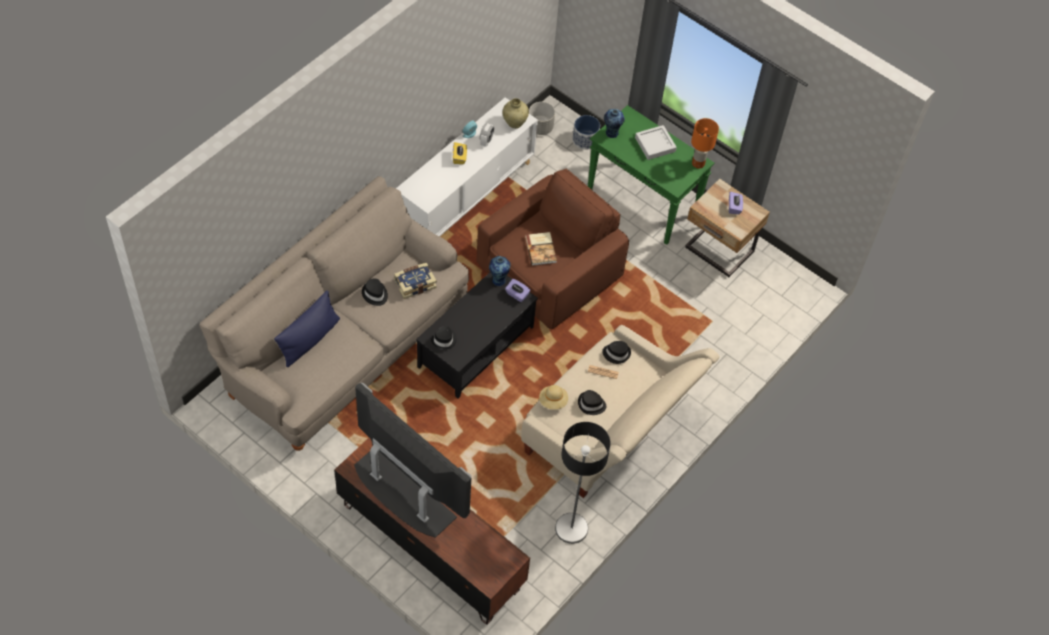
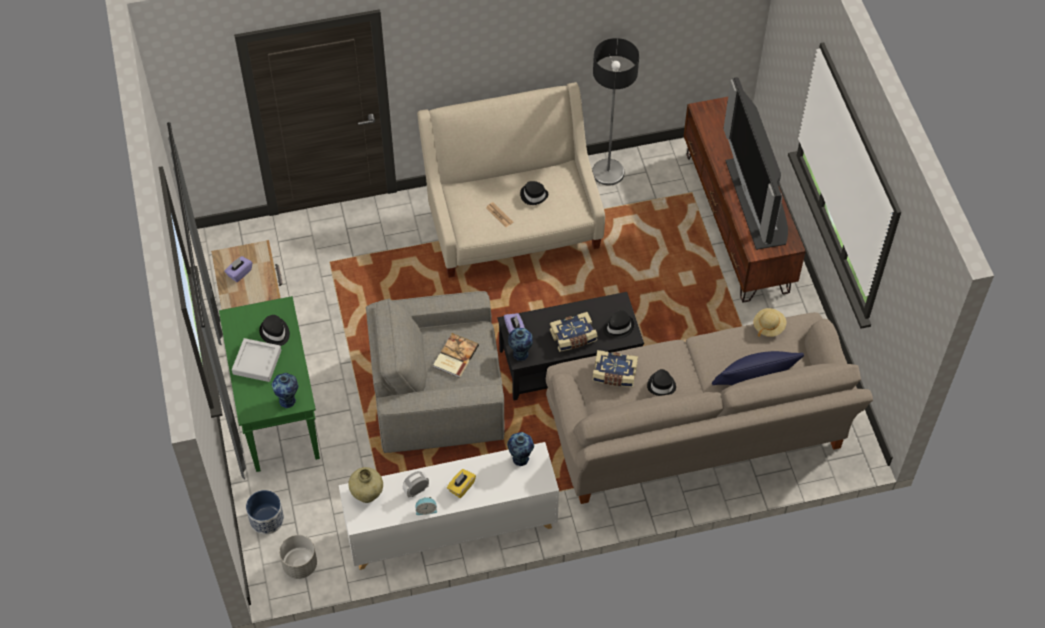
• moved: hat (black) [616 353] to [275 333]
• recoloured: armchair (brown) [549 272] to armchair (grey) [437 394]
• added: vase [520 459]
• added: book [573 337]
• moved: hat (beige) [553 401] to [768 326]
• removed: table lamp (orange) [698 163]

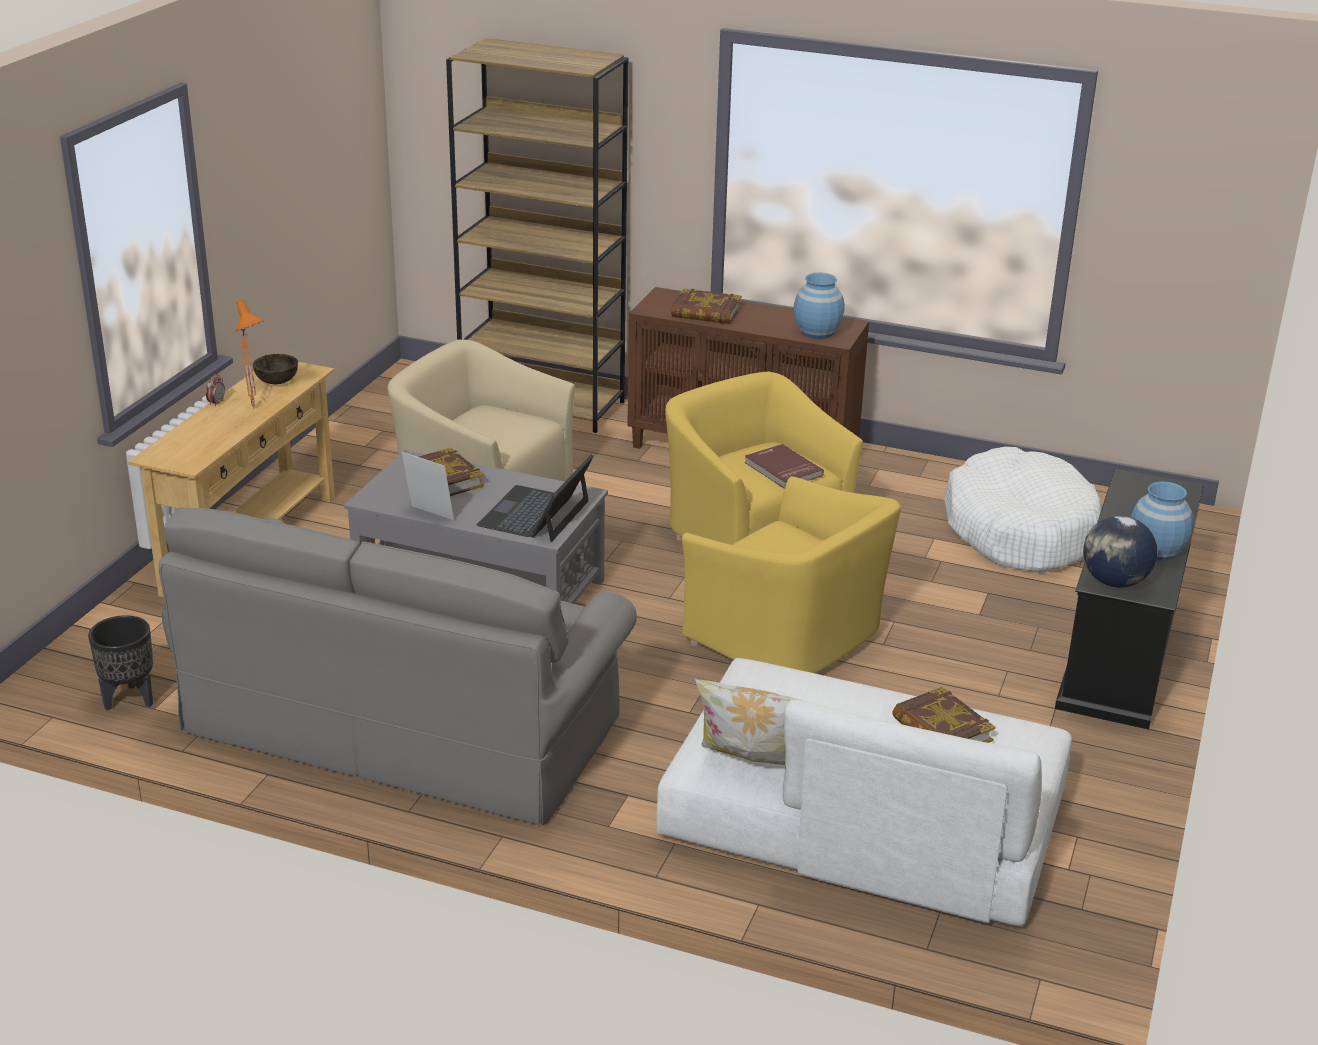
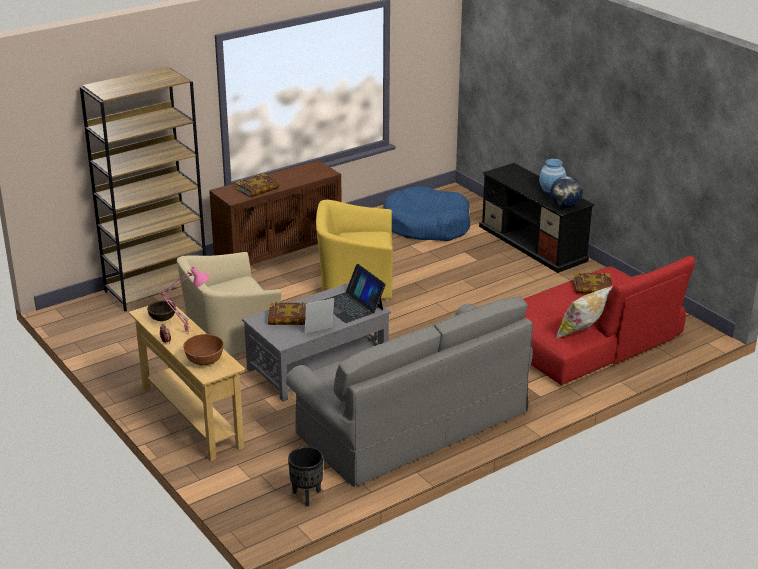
• recoloured: table lamp (orange) [256 408] to table lamp (pink) [188 332]
• added: bowl (brown) [204 360]
• recoloured: dog bed (white) [1019 531] to dog bed (blue) [426 225]
• recoloured: sofa (white) [863 817] to sofa (red) [587 338]
• removed: armchair (yellow) [788 638]
• removed: book (red) [782 469]
• removed: vase (blue) [817 332]

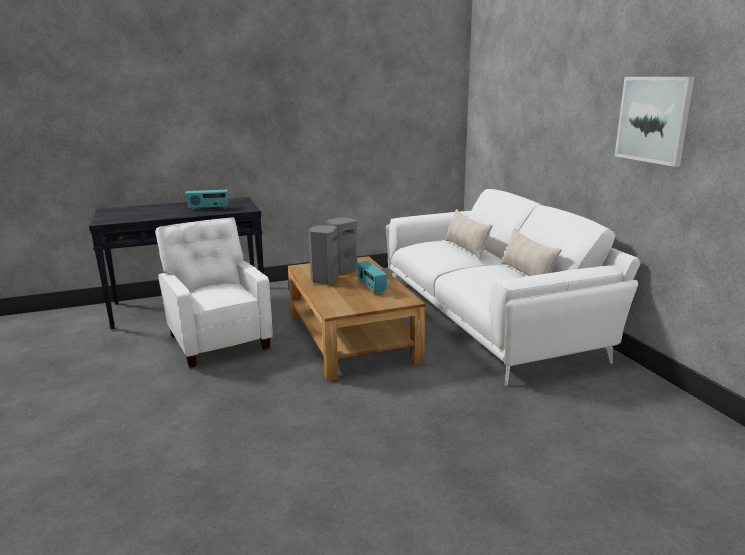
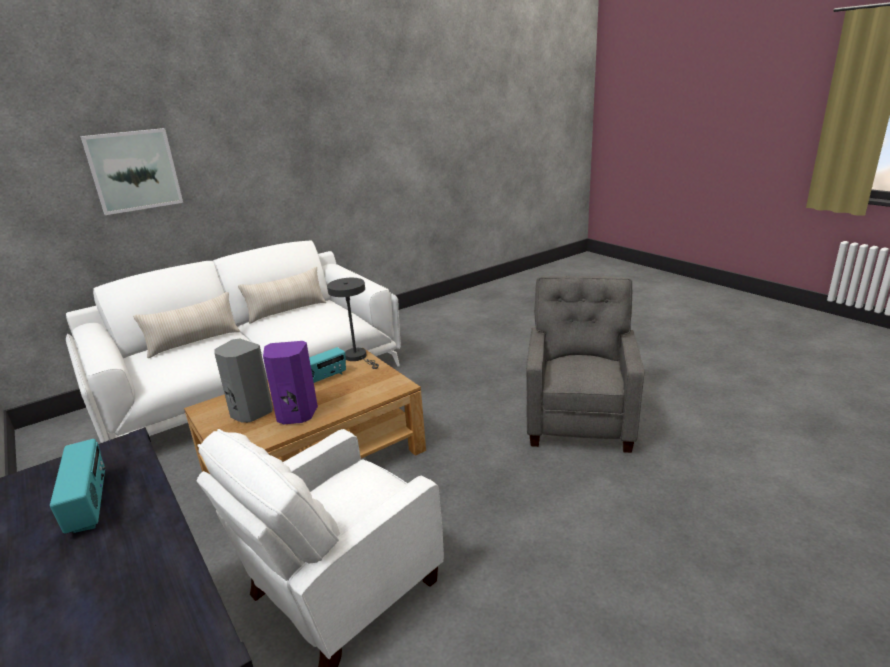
• moved: picture [653 119] to [134 171]
• recoloured: speaker (grey) [324 280] to speaker (purple) [296 415]
• added: table lamp (grey) [358 357]
• added: armchair (grey) [579 419]

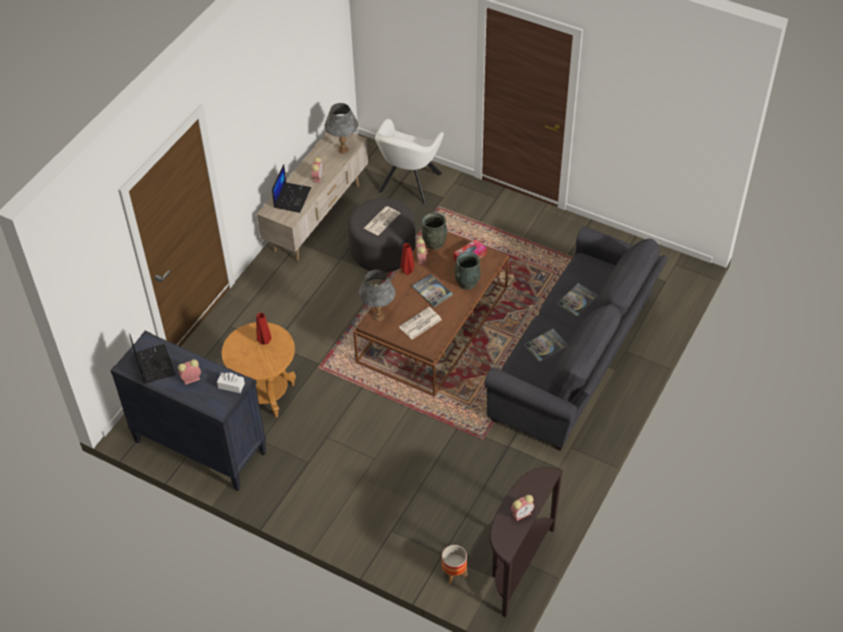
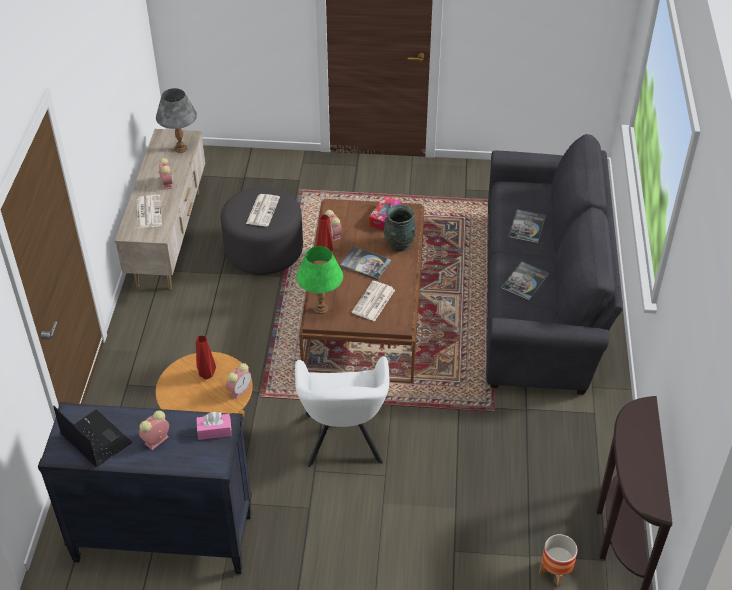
• replaced: laptop [292 197] to newspaper [148 212]
• recoloured: tissue box (white) [231 386] to tissue box (pink) [214 431]
• moved: alarm clock [522 513] to [240 390]
• moved: armchair (white) [408 185] to [343 442]
• recoloured: table lamp (grey) [378 317] to table lamp (green) [321 309]
• removed: vase (grey) [434 243]

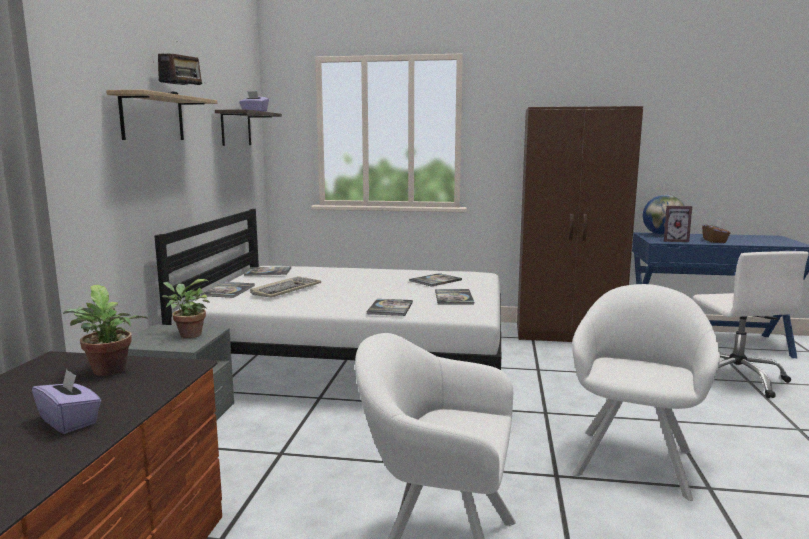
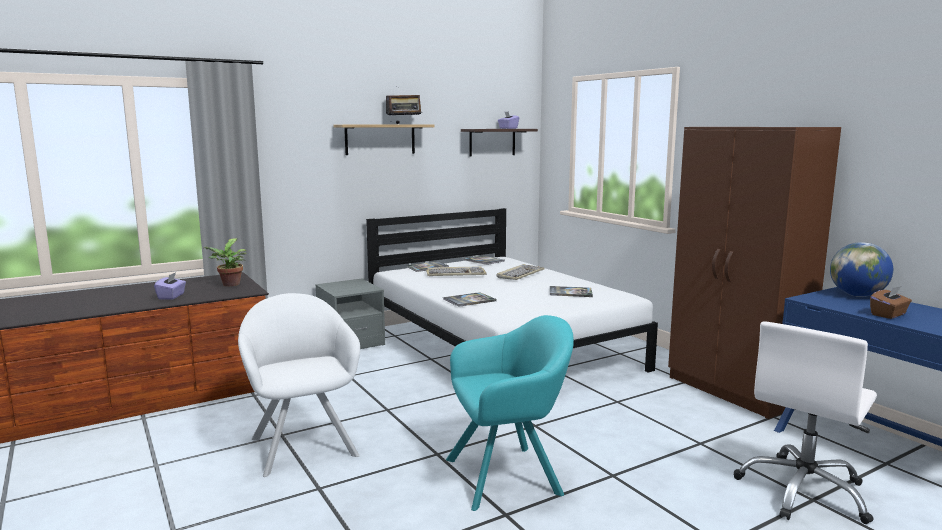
• recoloured: armchair (white) [634 458] to armchair (turquoise) [510 475]
• added: keyboard [520 274]
• removed: potted plant [188 335]
• removed: book [454 298]
• removed: picture frame [674 240]

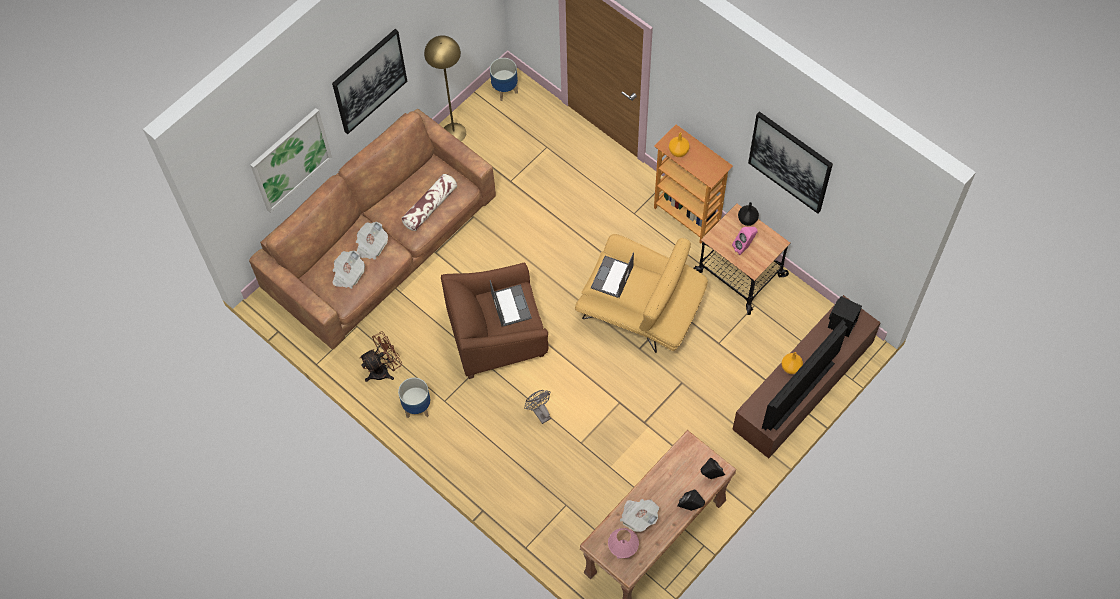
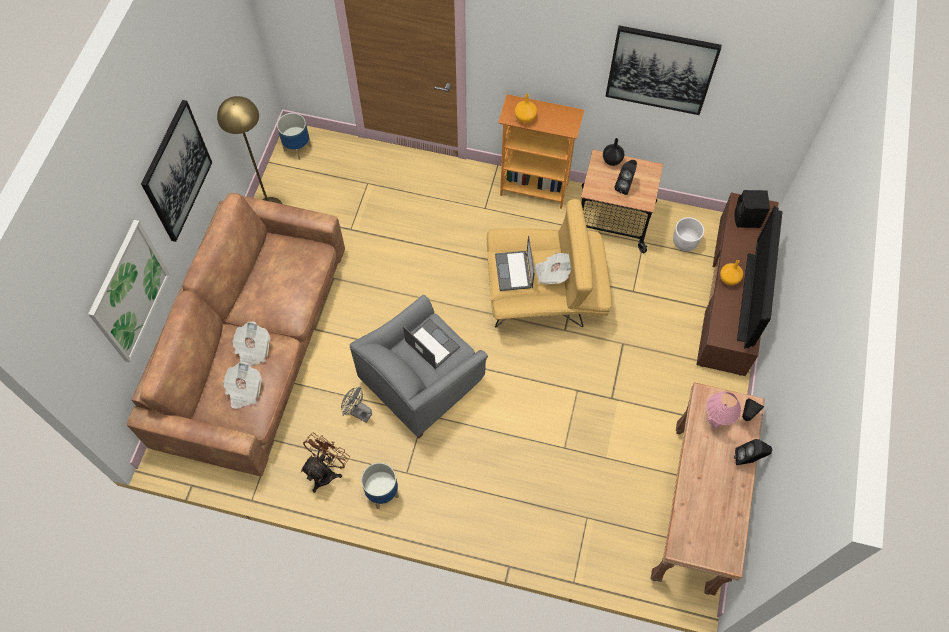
• moved: fan (grey) [539 412] to [358 412]
• recoloured: armchair (brown) [497 335] to armchair (grey) [422 381]
• moved: newspaper [638 517] to [552 273]
• recoloured: speaker (pink) [744 247] to speaker (black) [625 186]
• added: planter (white) [684 242]
• moved: table lamp (pink) [623 552] to [716 420]
• removed: pillow [430 206]

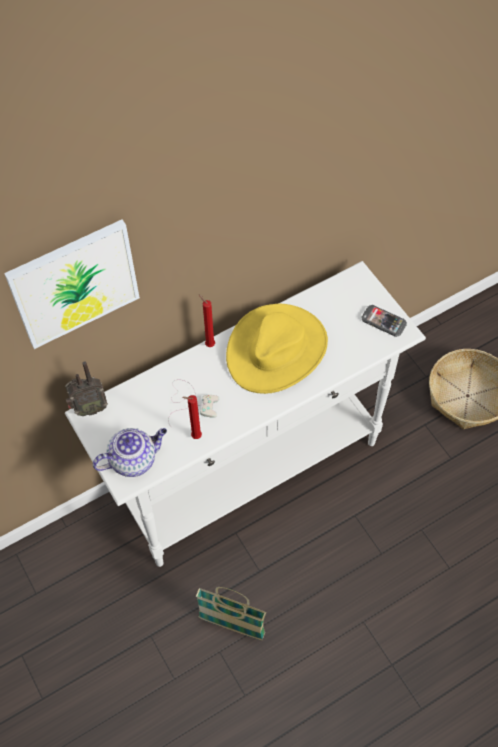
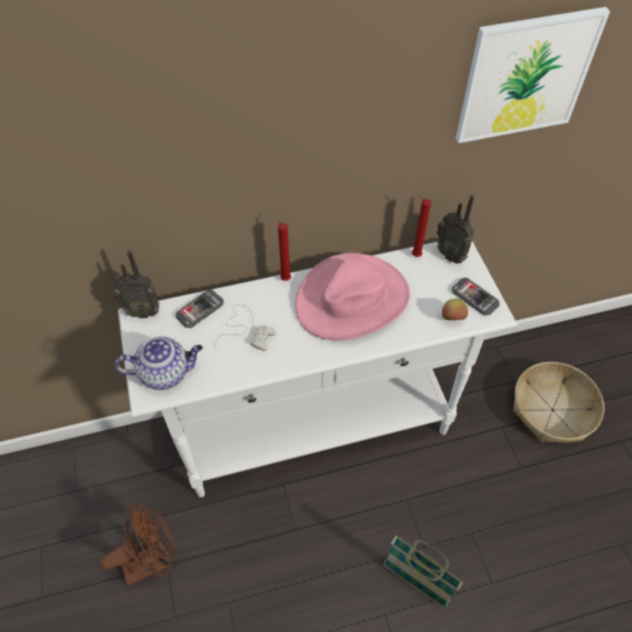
• added: fan (brown) [153 560]
• added: phone [200 309]
• recoloured: hat (yellow) [276 349] to hat (pink) [352 299]
• moved: basket [232 626] to [415 583]
• moved: candle (red) [194 436] to [414 255]
• added: radio [451 254]
• added: apple [452 318]
• moved: picture [74 283] to [525 76]

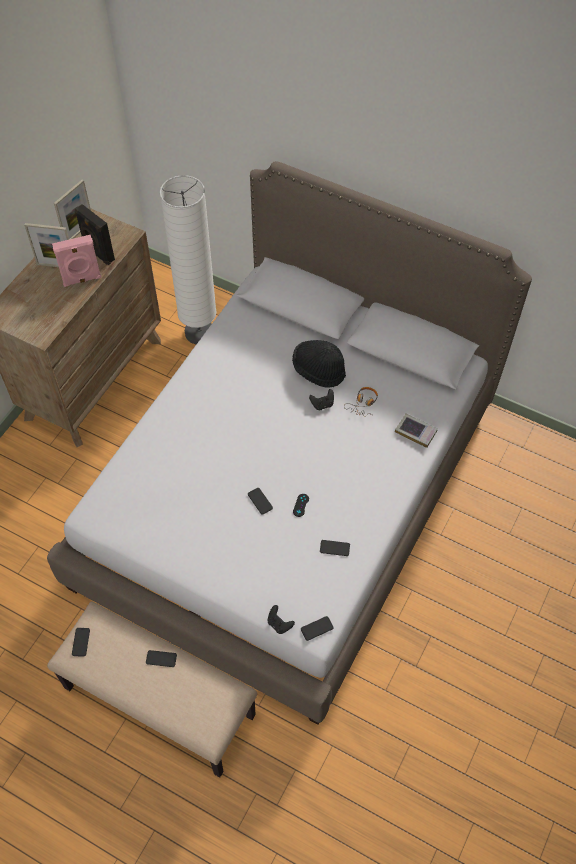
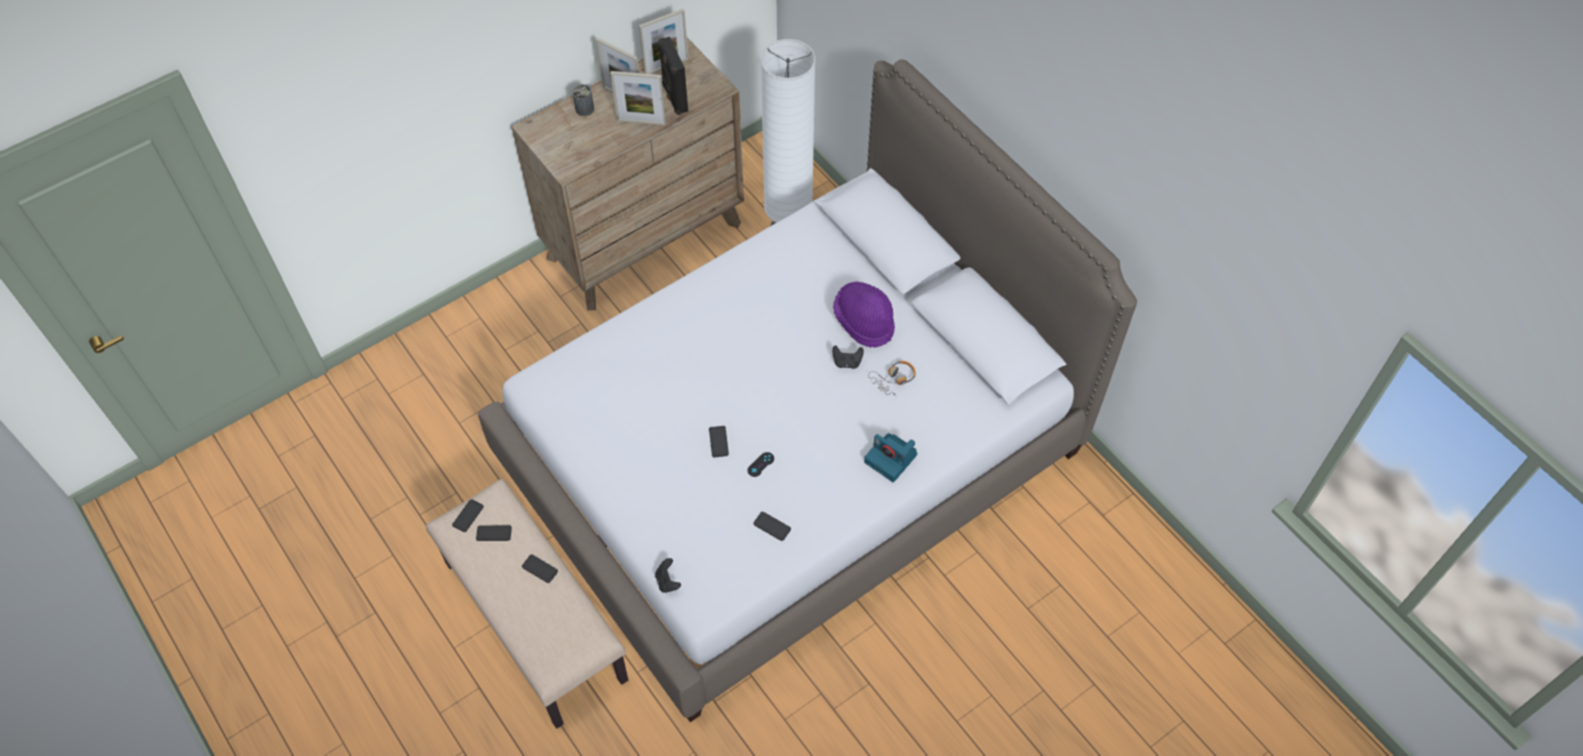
• moved: phone [317 628] to [494 533]
• added: can [584 109]
• replaced: speaker (pink) [82 280] to picture frame [641 122]
• recoloured: hat (black) [318 370] to hat (purple) [864 322]
• added: photo camera [892 459]
• removed: book [416 432]

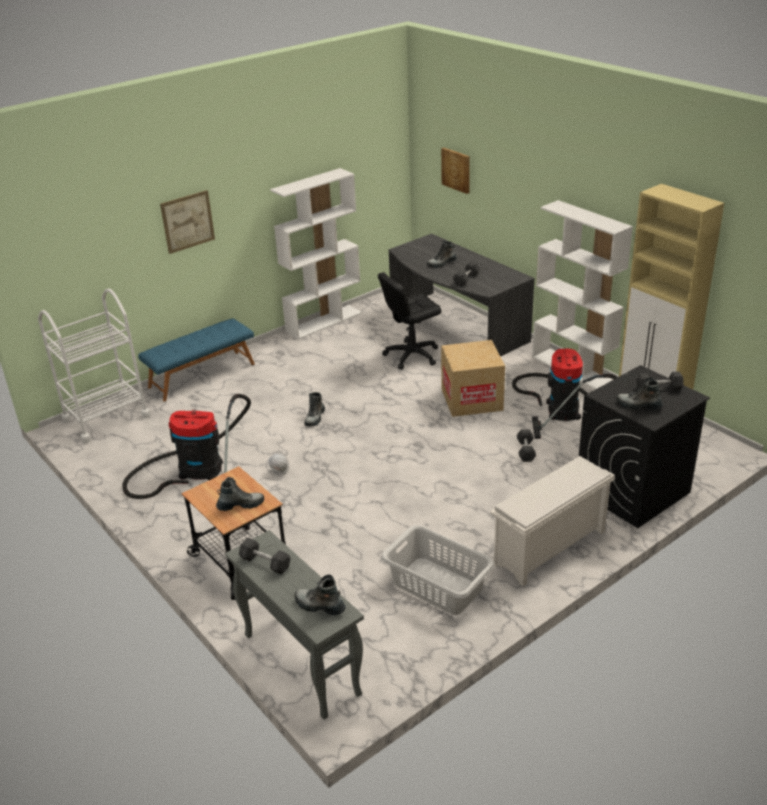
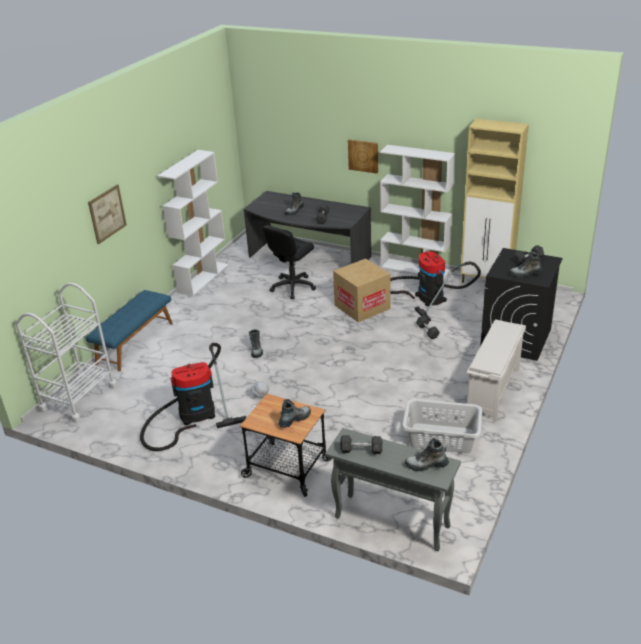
• moved: picture [456 170] to [363 156]

